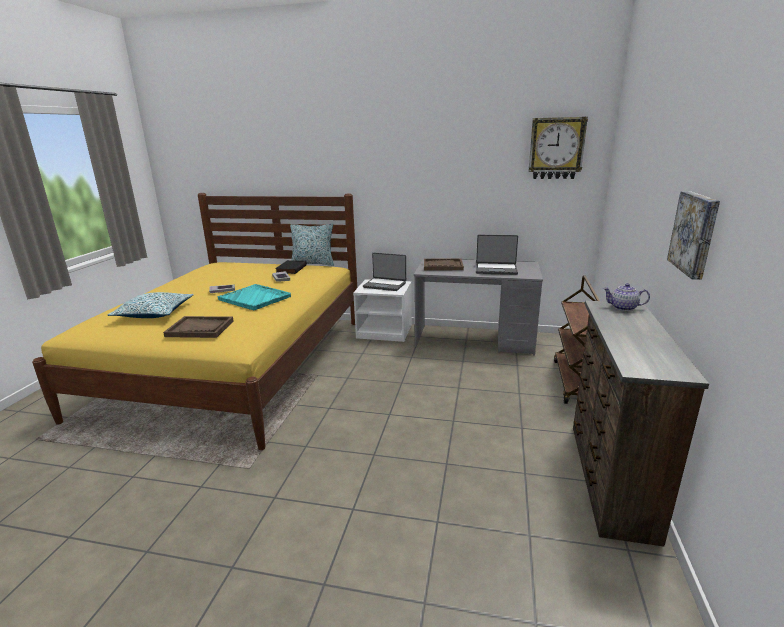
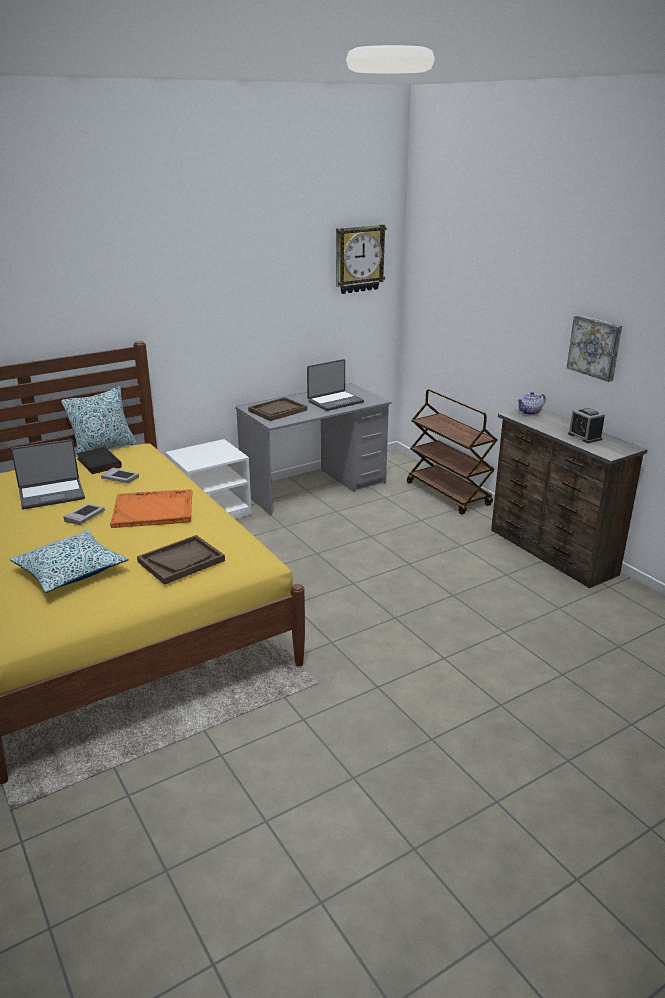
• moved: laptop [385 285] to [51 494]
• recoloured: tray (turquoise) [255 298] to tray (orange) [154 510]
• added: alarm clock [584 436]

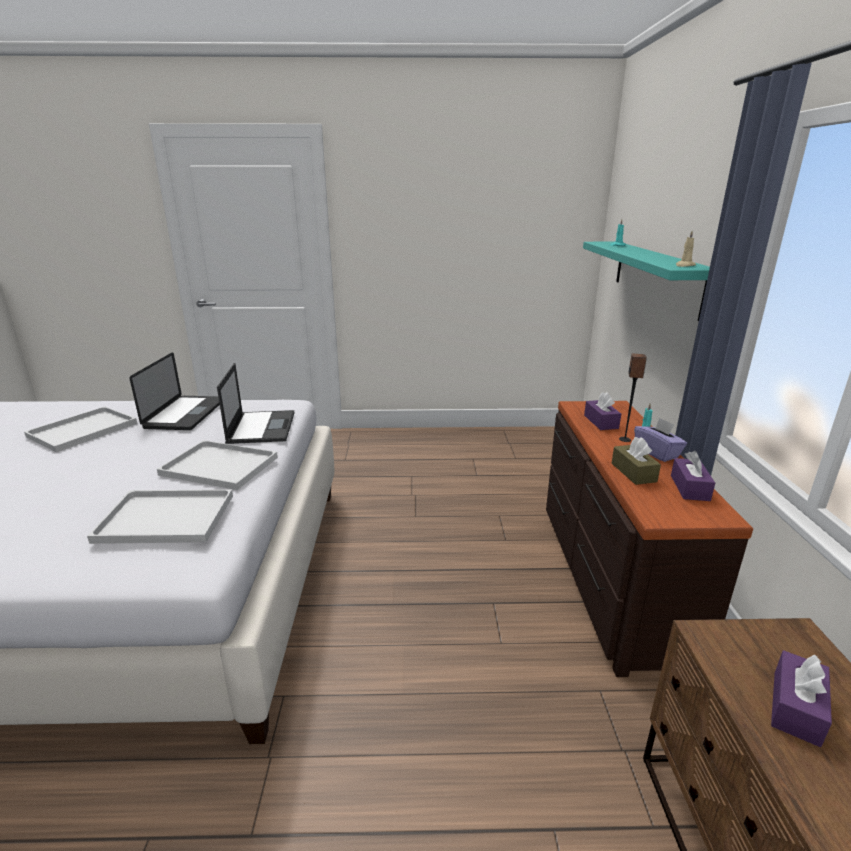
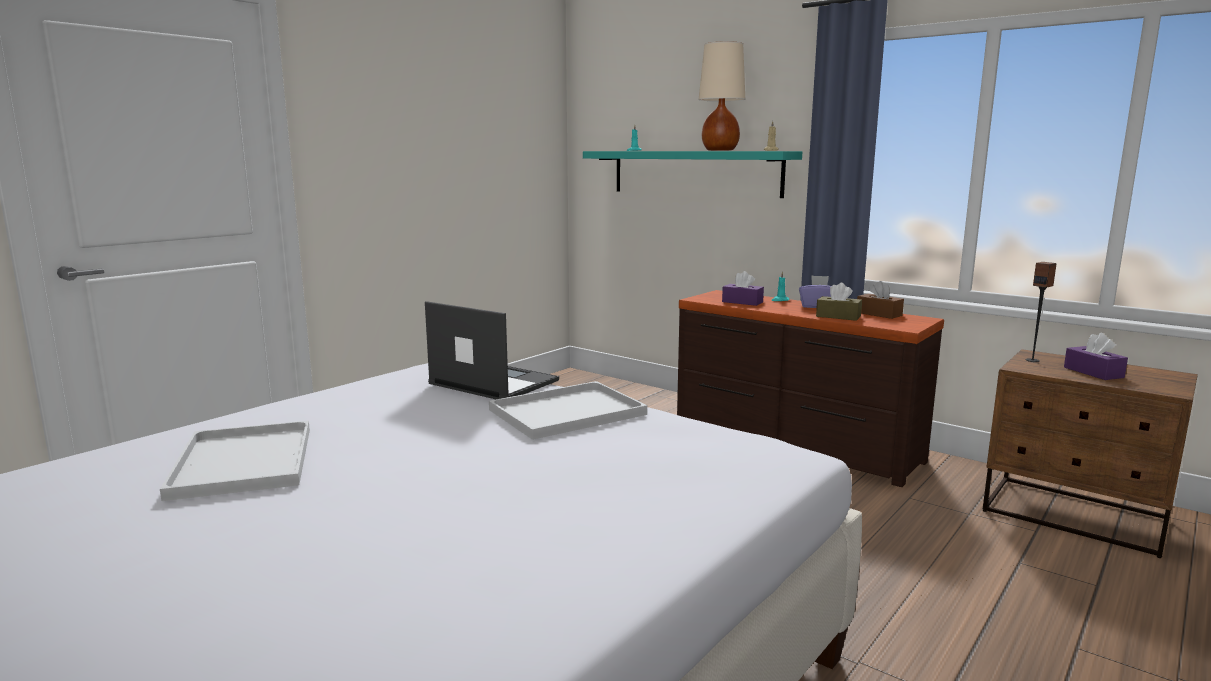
• added: table lamp (beige) [720 150]
• recoloured: tissue box (purple) [689 488] to tissue box (brown) [878 314]
• moved: speaker [625 439] to [1032 360]
• removed: tray (white) [163 519]
• removed: laptop [185 414]

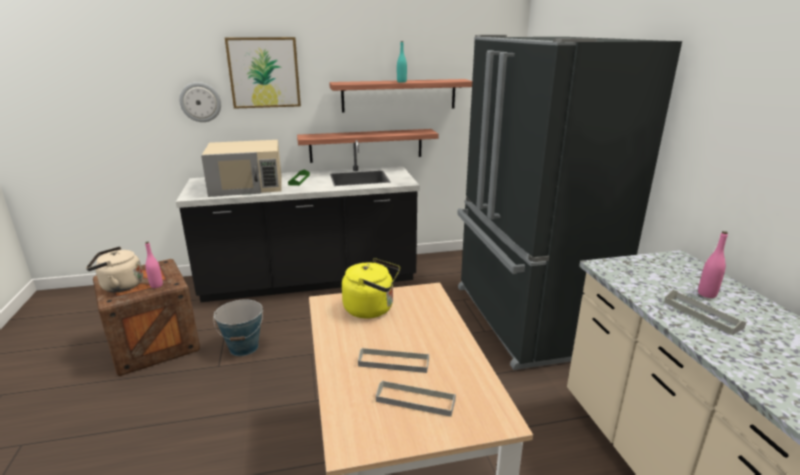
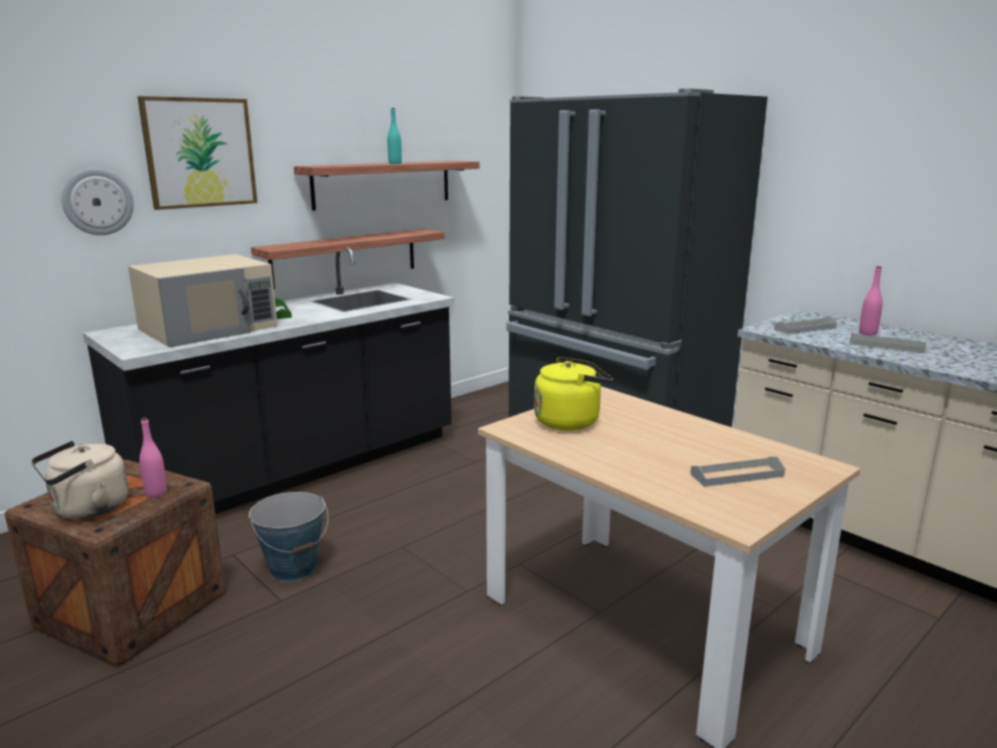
• moved: tray (grey) [393 362] to [805 328]

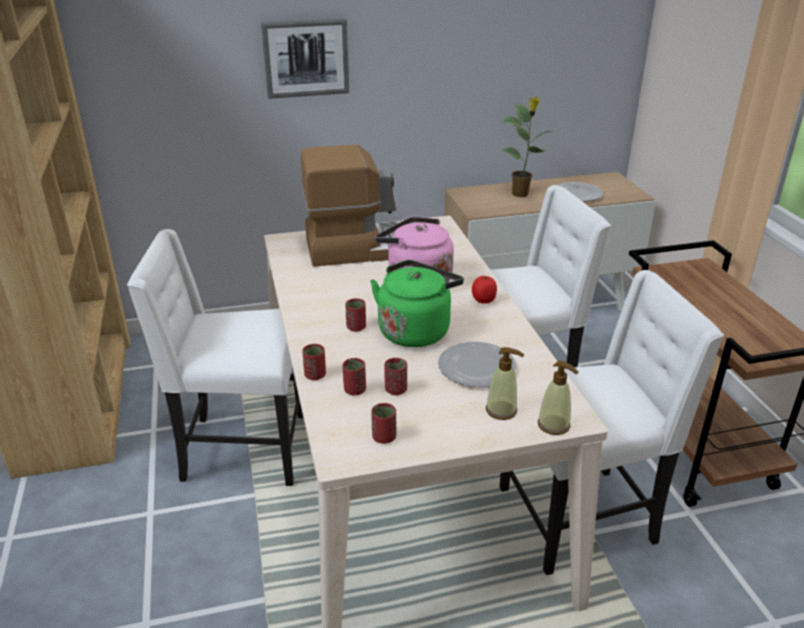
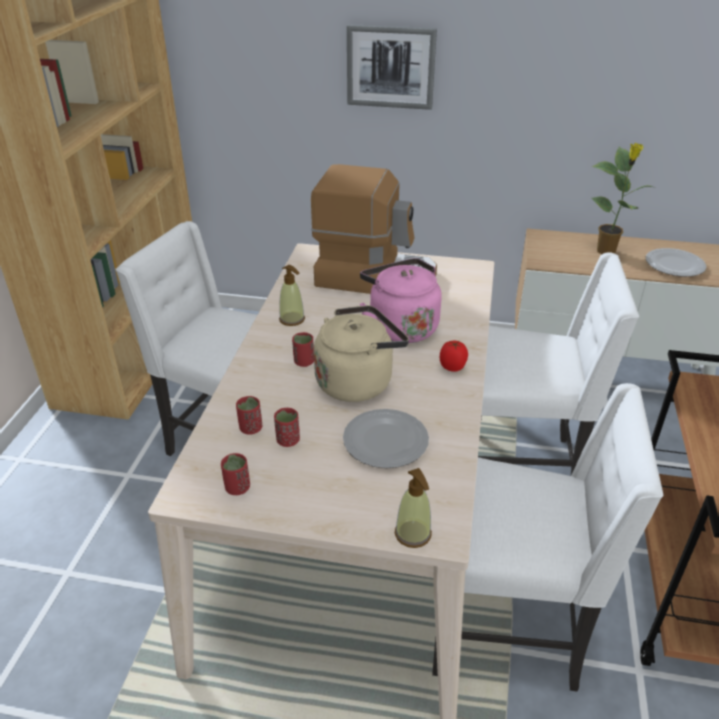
• moved: soap dispenser [501 410] to [292 319]
• recoloured: kettle (green) [416 330] to kettle (beige) [358 381]
• removed: cup (red) [315 375]

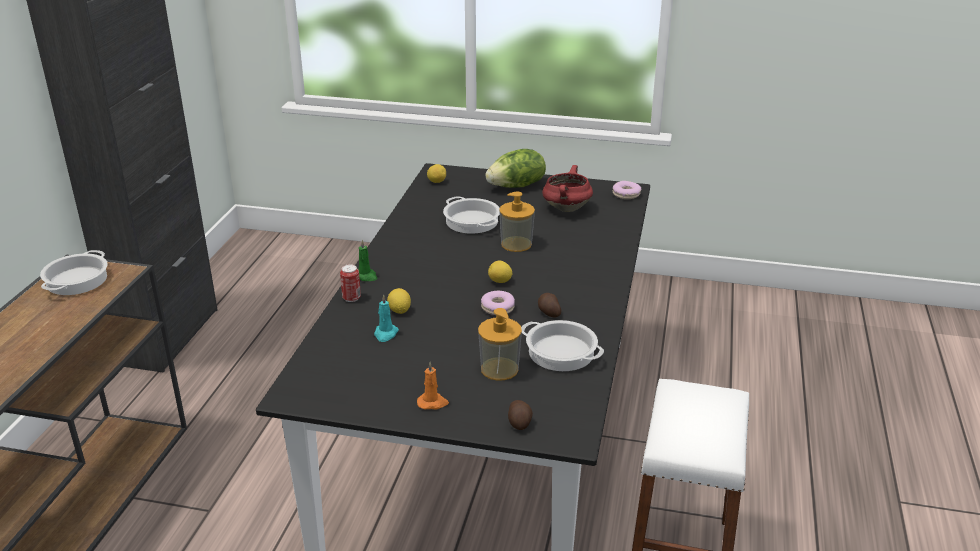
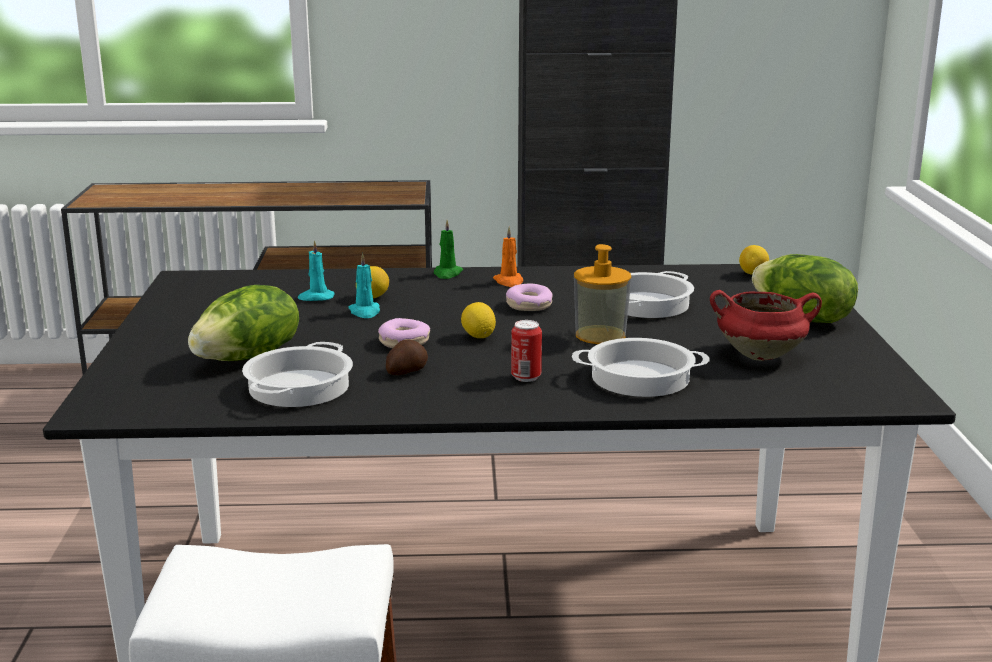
• replaced: soap dispenser [499 369] to lettuce [249 357]
• added: candle (turquoise) [365 312]
• moved: candle (orange) [433 403] to [509 282]
• moved: donut [626 194] to [529 305]
• moved: can [351 298] to [526 377]
• moved: cooking pot [76 280] to [641 377]
• removed: potato [519 422]

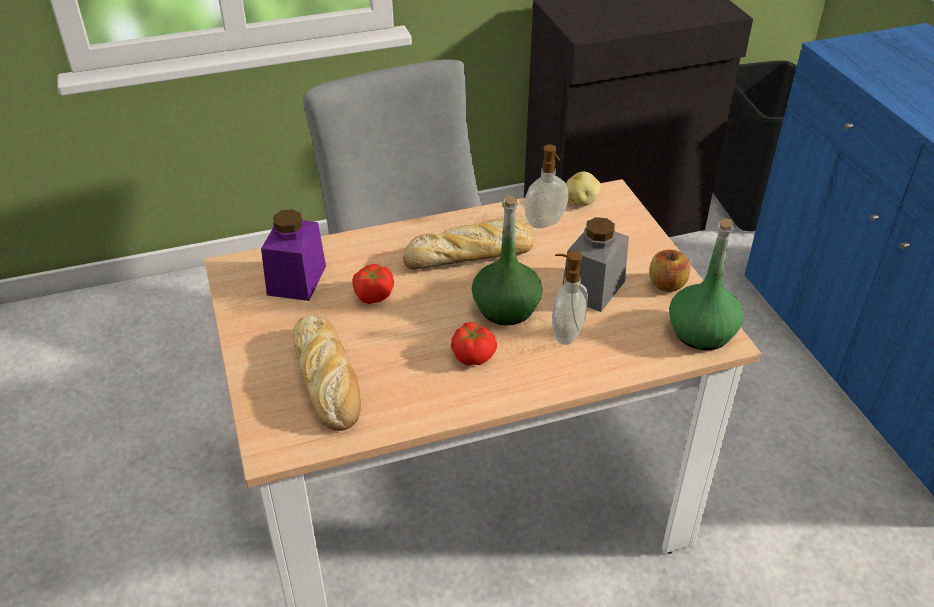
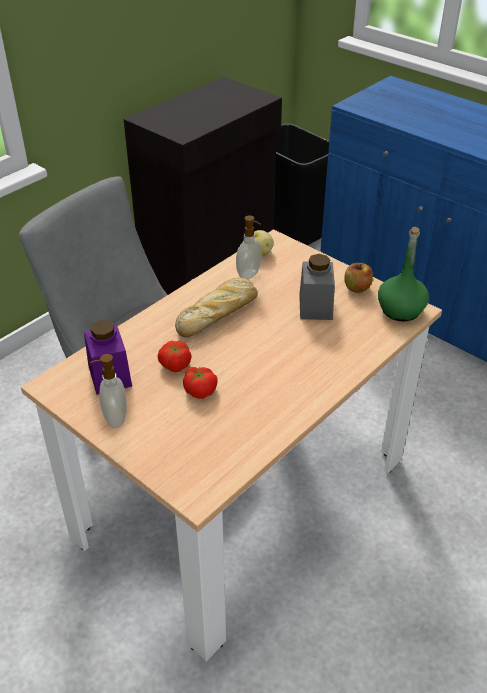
• moved: soap dispenser [565 333] to [114 418]
• moved: tomato [473 355] to [200 390]
• removed: bread [328 380]
• removed: bottle (green) [506 308]

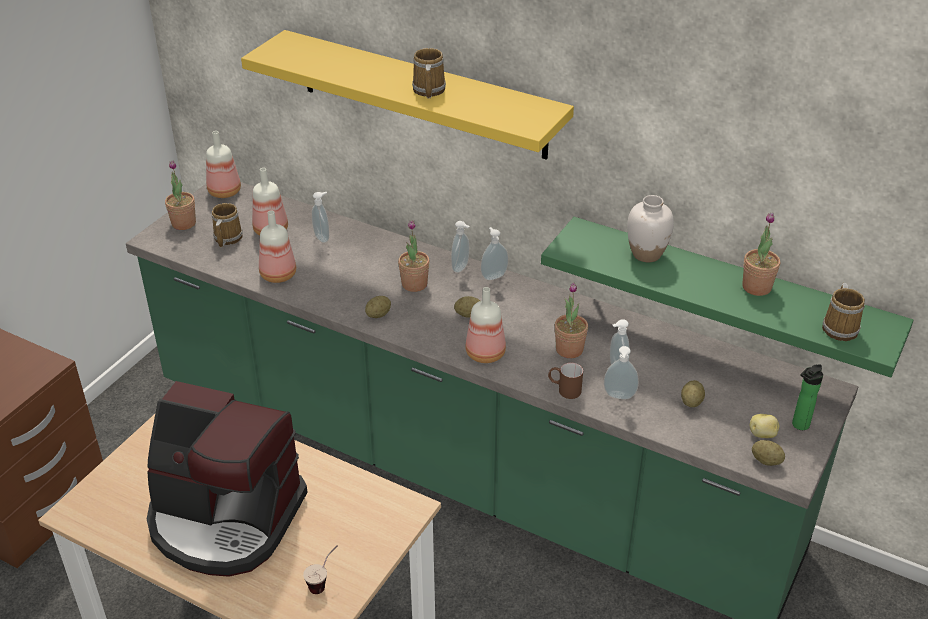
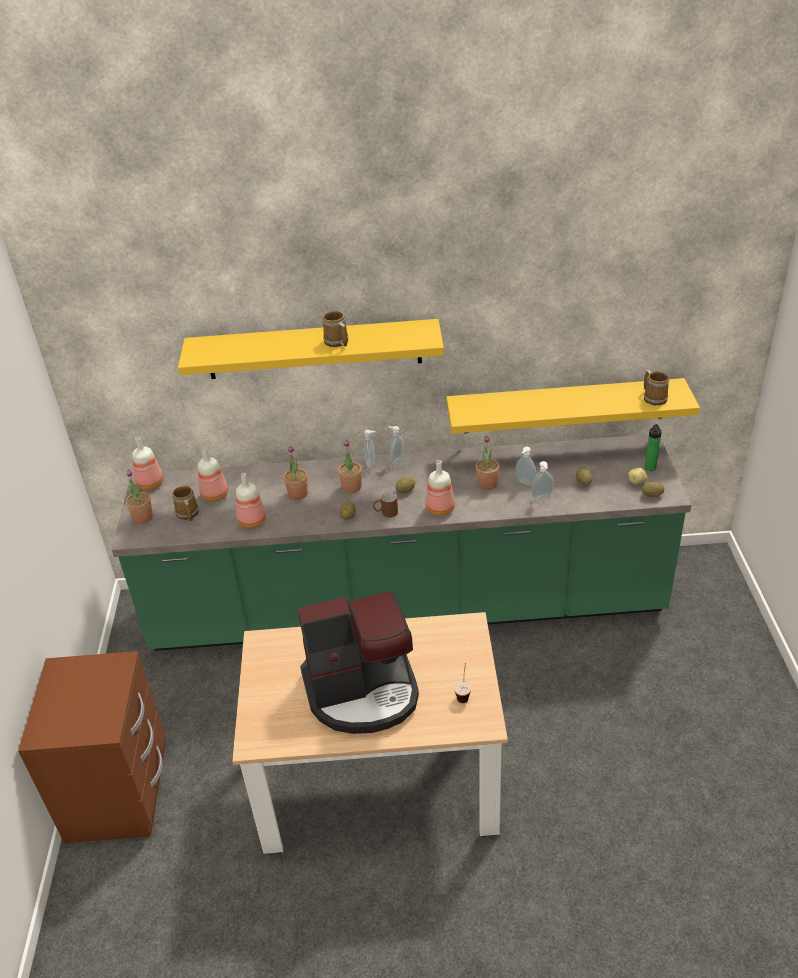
• moved: potted plant [756 287] to [298 494]
• moved: mug (brown) [564 389] to [385 513]
• recoloured: shelf (green) [729 291] to shelf (yellow) [564 406]
• removed: soap dispenser [323 237]
• removed: vase (white) [646 254]

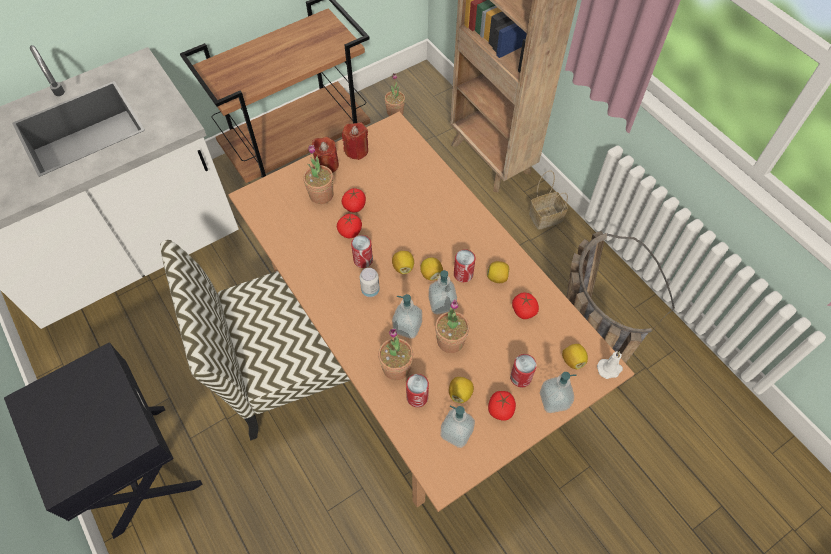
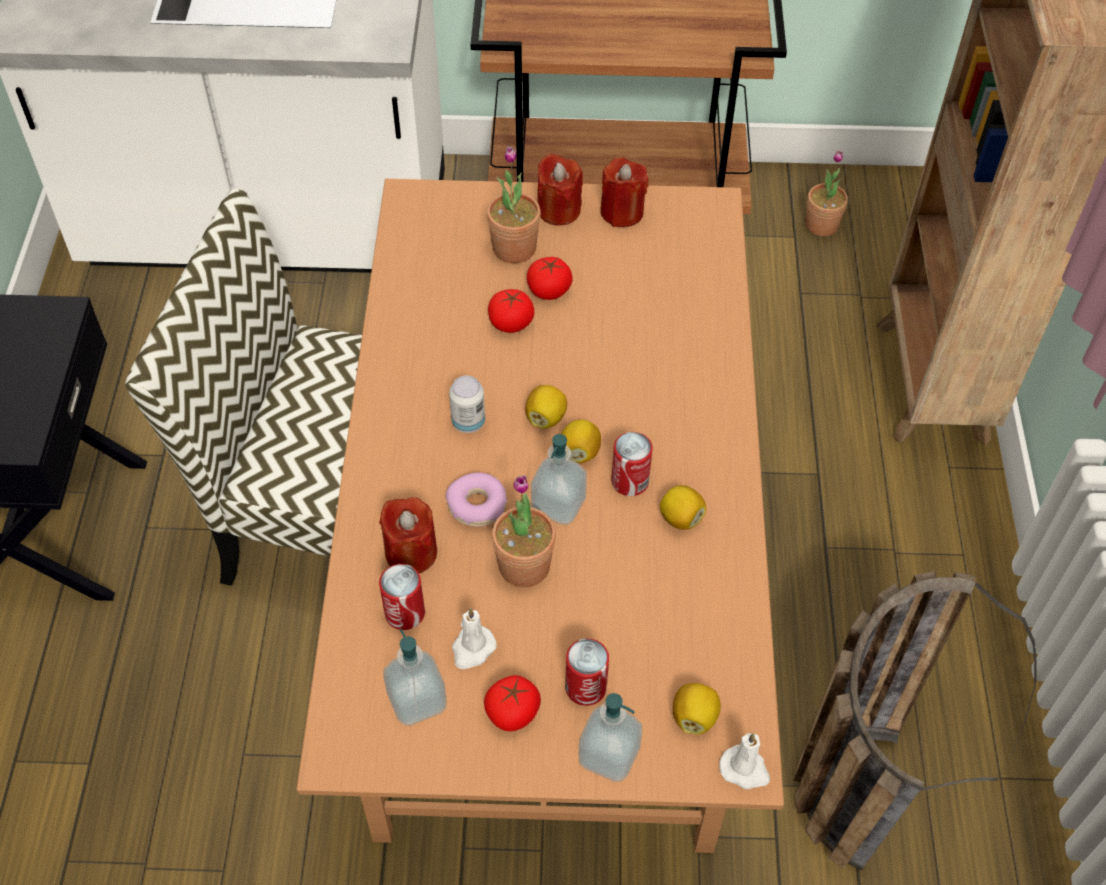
• replaced: potted plant [396 367] to candle (red) [411 552]
• replaced: soap dispenser [407 327] to donut [477 506]
• replaced: lemon [460 393] to candle (white) [472 649]
• removed: can [363 260]
• removed: tomato [523 311]
• removed: basket [546 217]

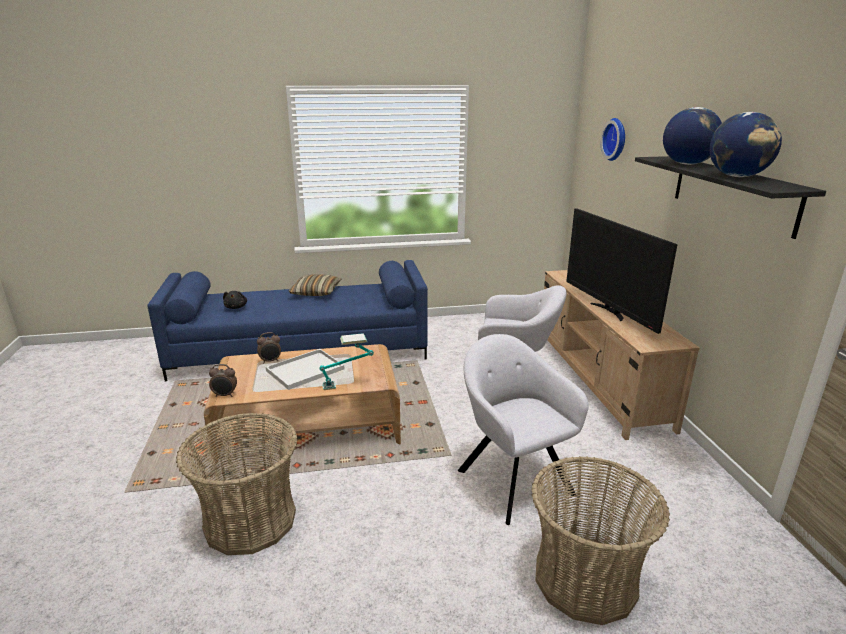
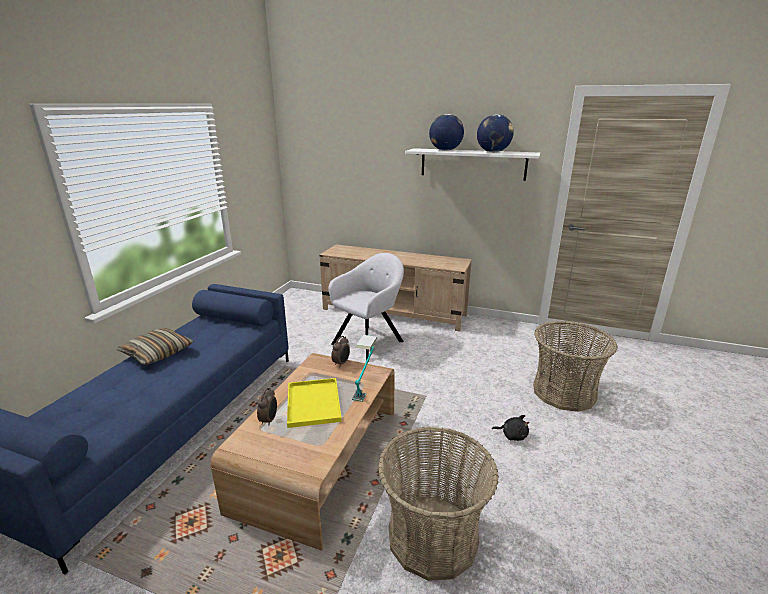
• recoloured: tray (white) [306 369] to tray (yellow) [312 402]
• moved: alarm clock [225 395] to [341 363]
• recoloured: shelf (black) [732 193] to shelf (white) [472 164]
• moved: plush toy (black) [236 307] to [512 435]
• removed: armchair (grey) [512 479]
• removed: television [609 311]
• removed: wall clock [616 139]

